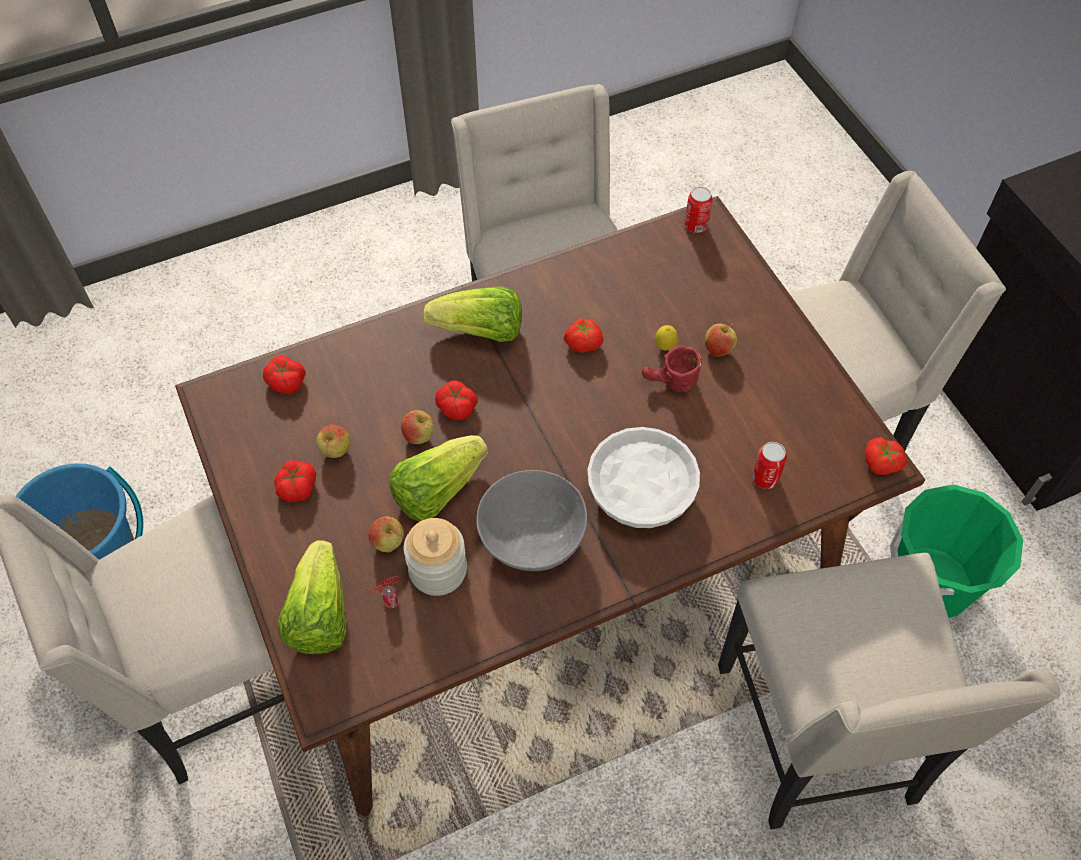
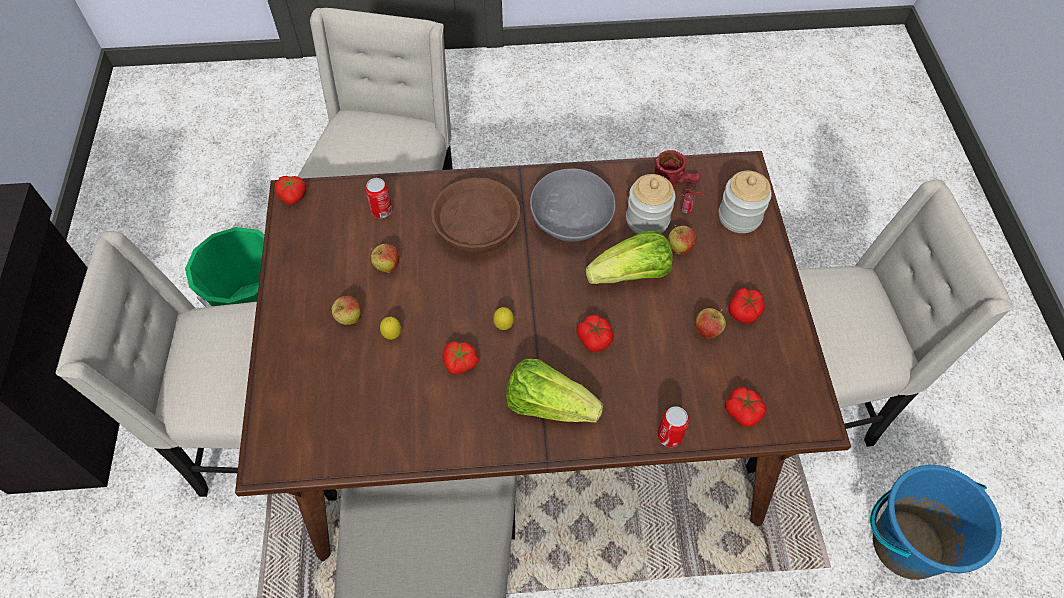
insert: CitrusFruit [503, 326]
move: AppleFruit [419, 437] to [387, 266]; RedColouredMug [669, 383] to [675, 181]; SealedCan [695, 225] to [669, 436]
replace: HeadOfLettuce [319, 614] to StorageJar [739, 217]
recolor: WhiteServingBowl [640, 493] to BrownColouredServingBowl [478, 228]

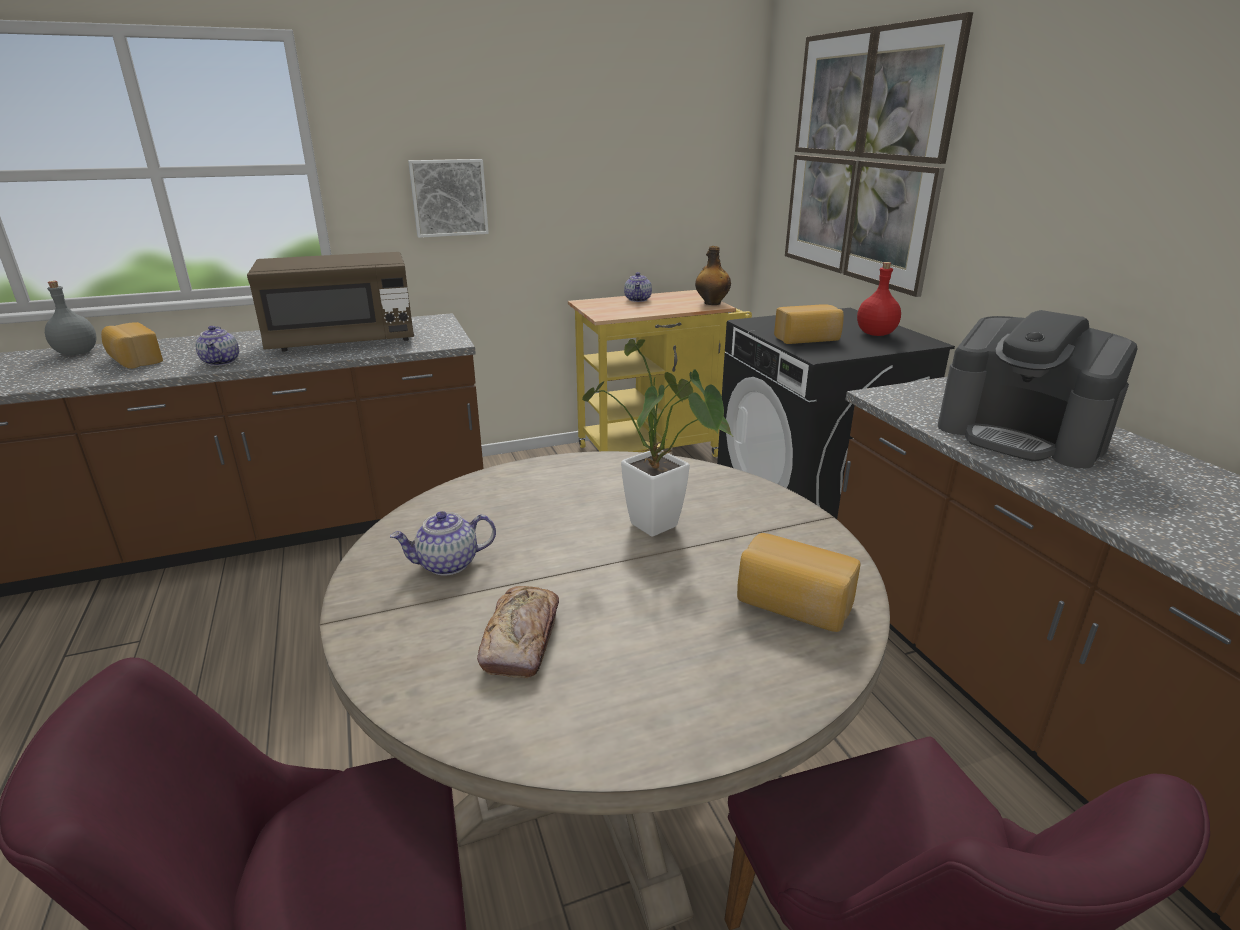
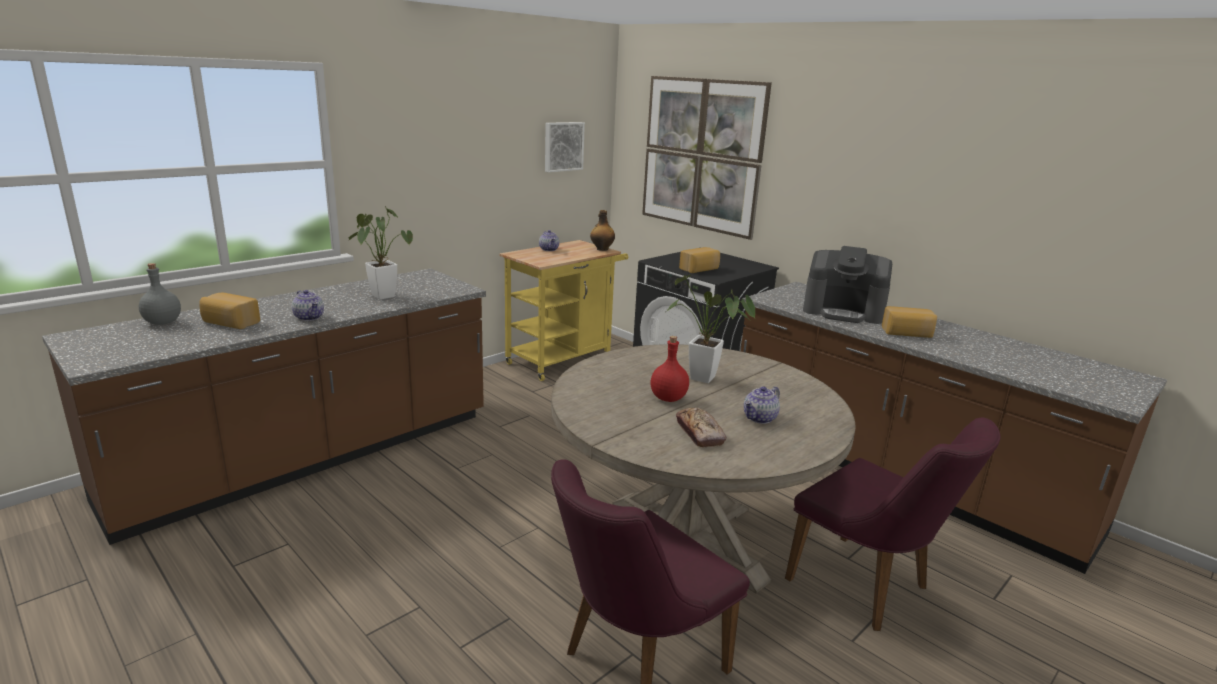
move: Picture [449, 197] to [563, 146]; RedColouredDrinkBottle [875, 334] to [668, 398]; PotForTea [447, 564] to [760, 418]; Bread [792, 606] to [907, 333]
replace: BrownColouredMicrowave [343, 341] to Houseplant [381, 295]

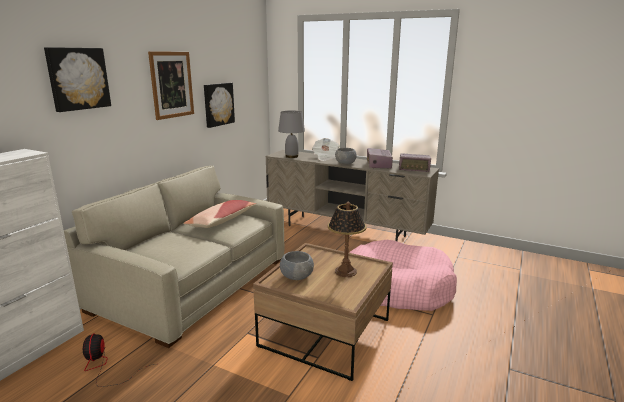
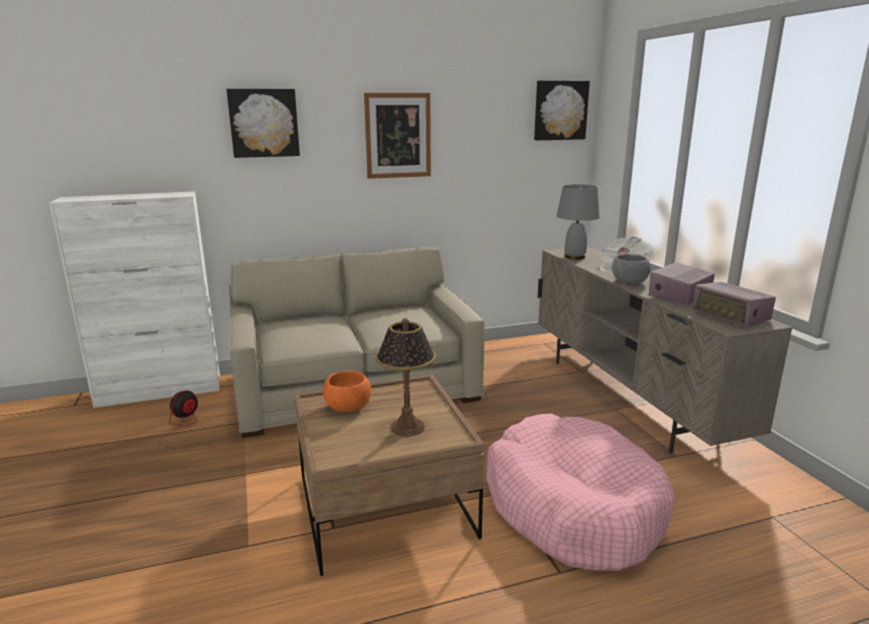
delete: Cushion [221, 221]
move: Picture [218, 104] to [560, 110]
recolor: GreyServingBowl [296, 276] to OrangeServingBowl [347, 407]

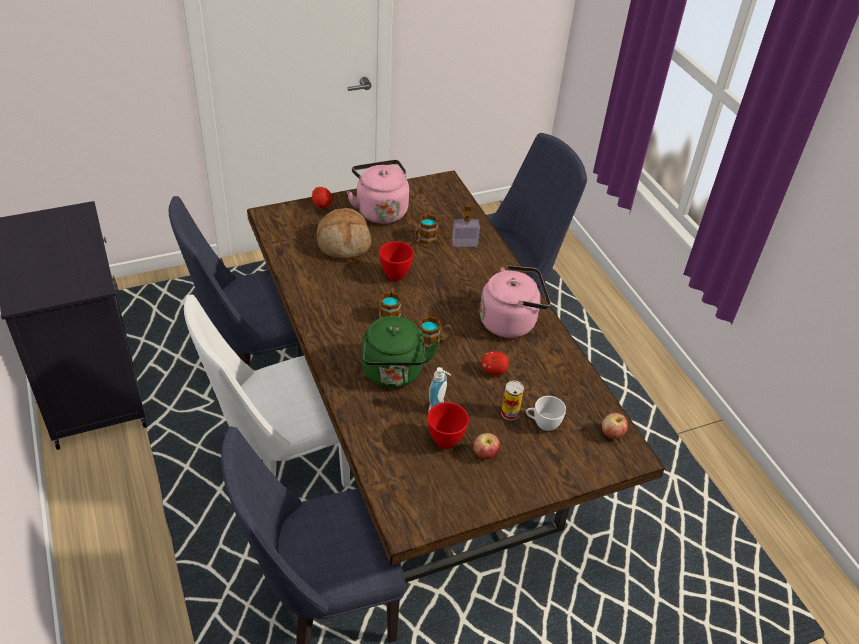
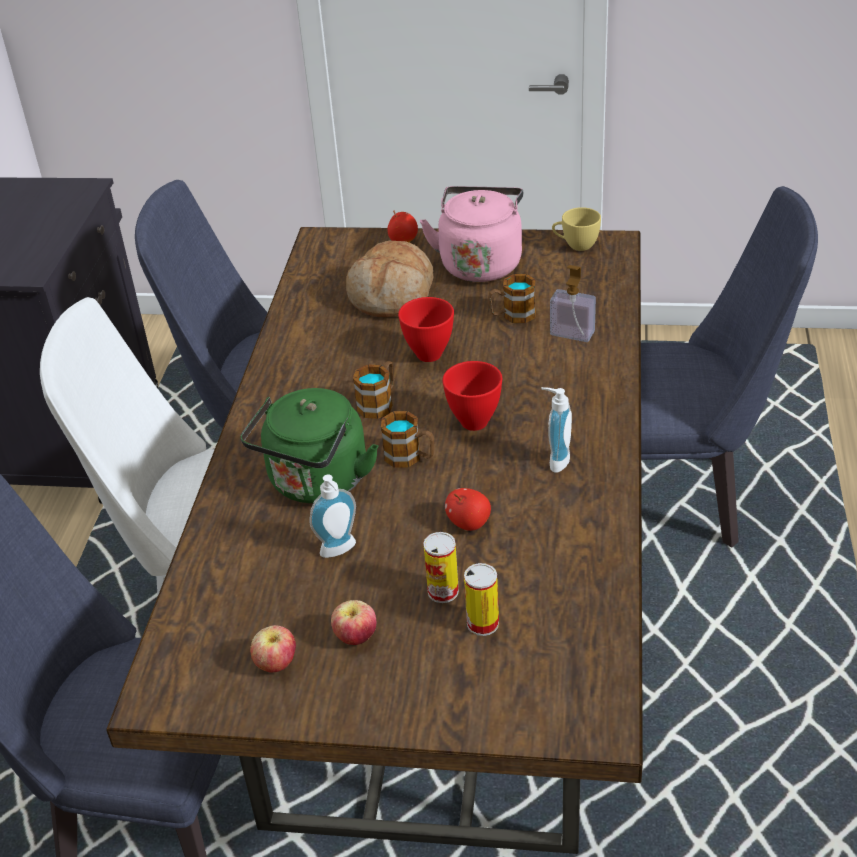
insert: YellowCup [576, 245]
move: AppleFruit [612, 434] to [276, 664]; RedColouredServingBowl [446, 442] to [474, 423]
replace: WhiteCup [542, 423] to SealedCan [482, 623]; PinkishTeaKettle [511, 321] to SoapBottle [555, 460]

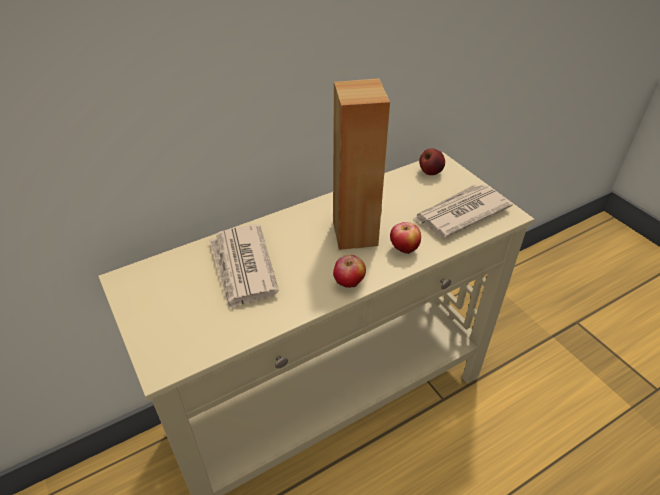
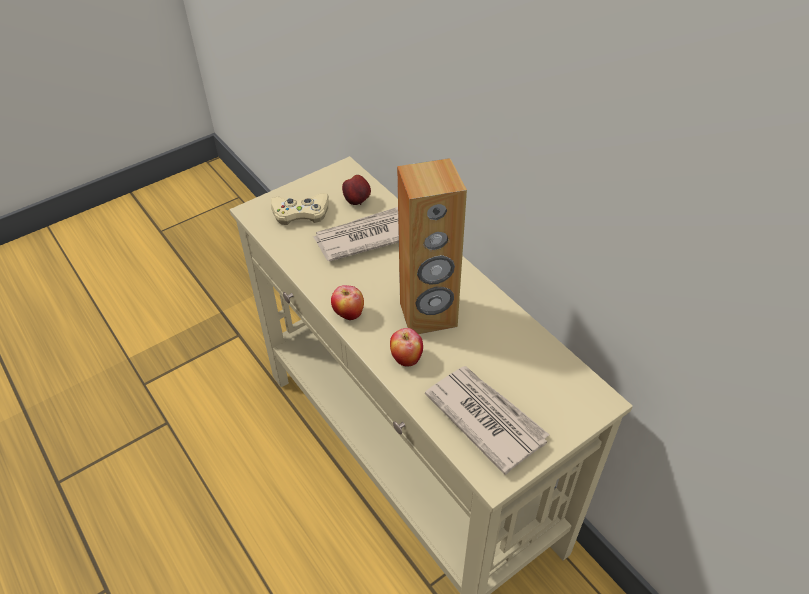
insert: SandColouredGamepad [300, 213]
move: AppleFruit [430, 172] to [357, 201]

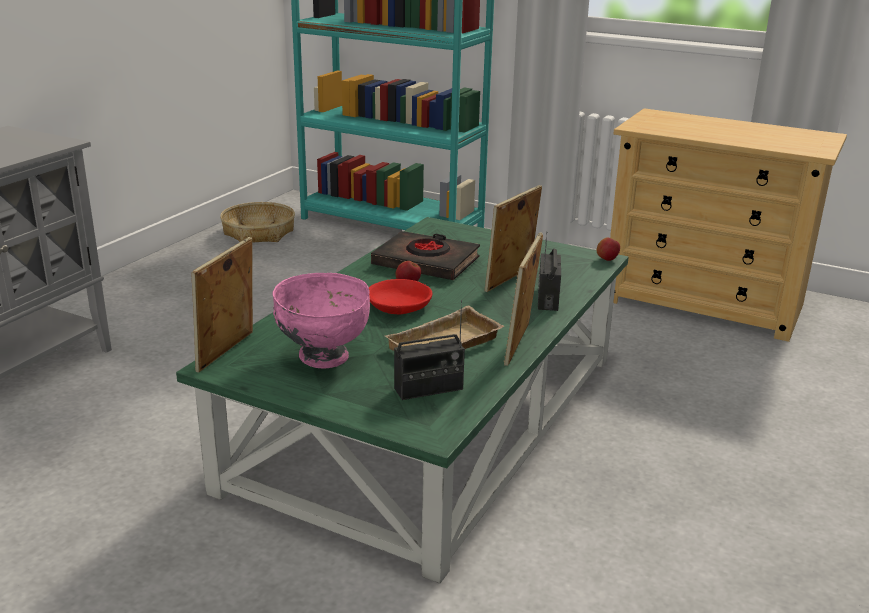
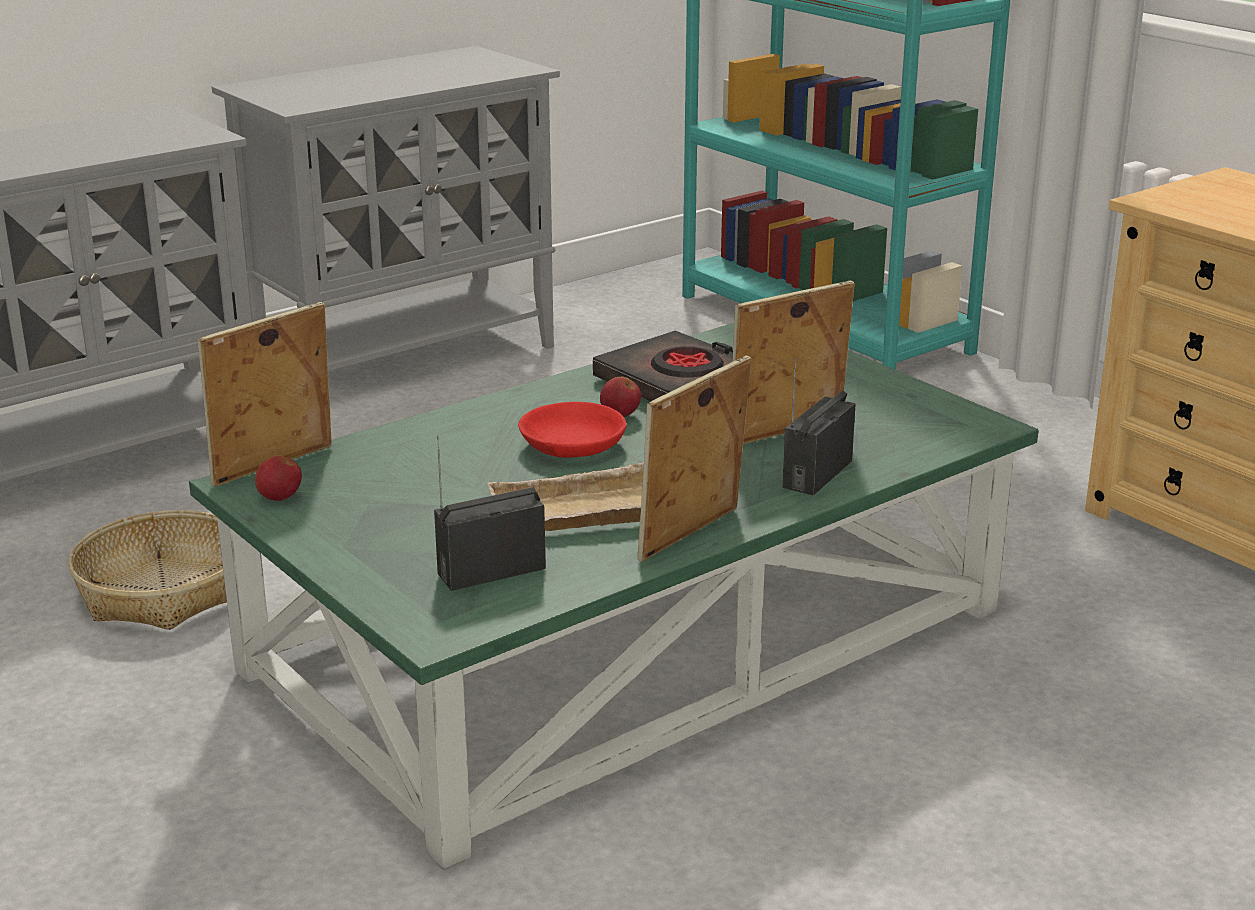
delete: PinkishServingBowl [323, 357]
insert: GreyCupboard [408, 358]
move: Basket [258, 232] to [163, 591]; AppleFruit [607, 259] to [280, 498]
rotate: RadioSet [428, 389] = [491, 571] 150 degrees clockwise

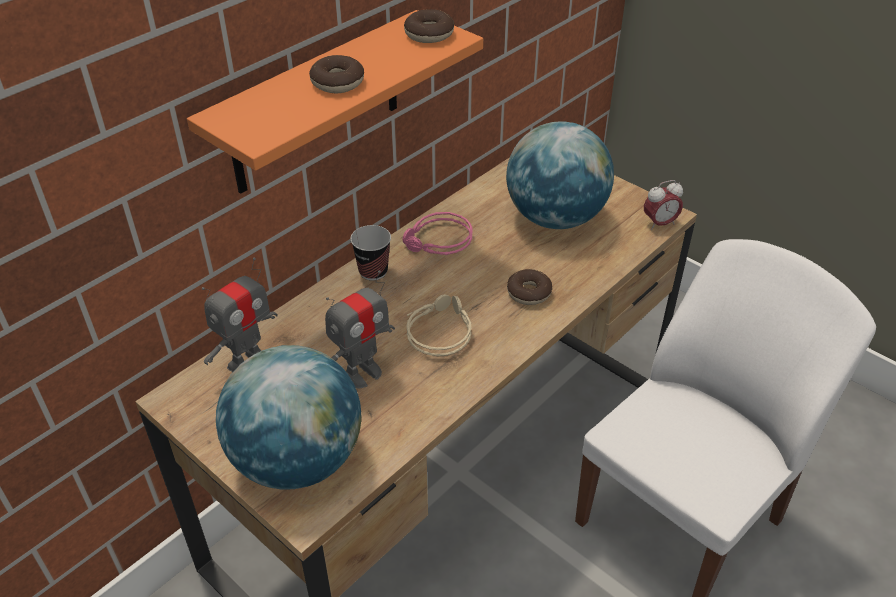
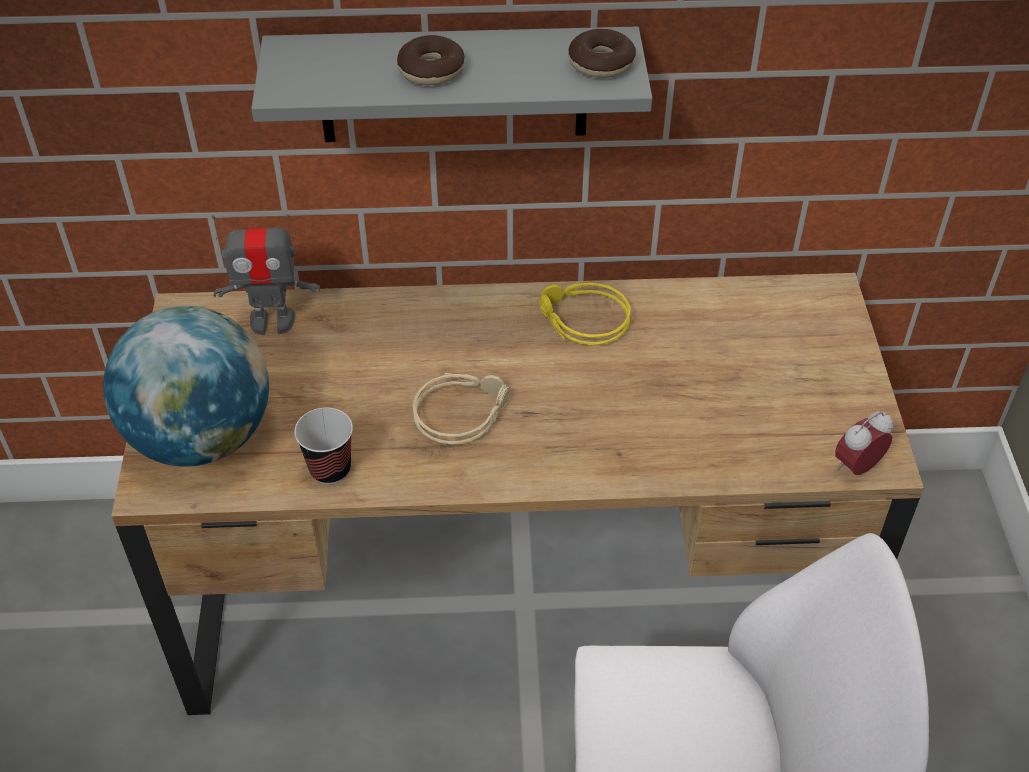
delete: ToyRobot [361, 373]; WorldGlobe [555, 218]; Donut [529, 293]
move: Cup [373, 271] to [330, 469]
recolor: OrangeWallShelf [316, 104] to GreyWallShelf [453, 85]; PinkishPairOfHeadphones [438, 242] to YellowPairOfHeadphones [582, 321]
rotate: TableClock [659, 224] = [857, 467] 120 degrees clockwise

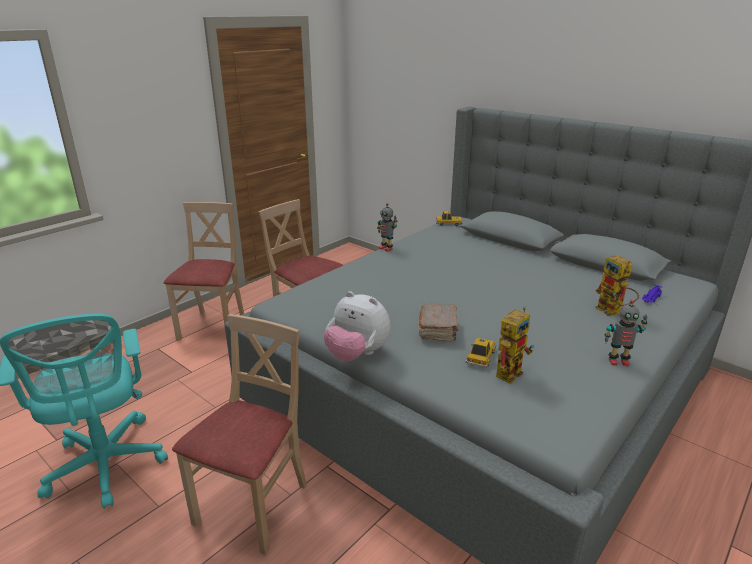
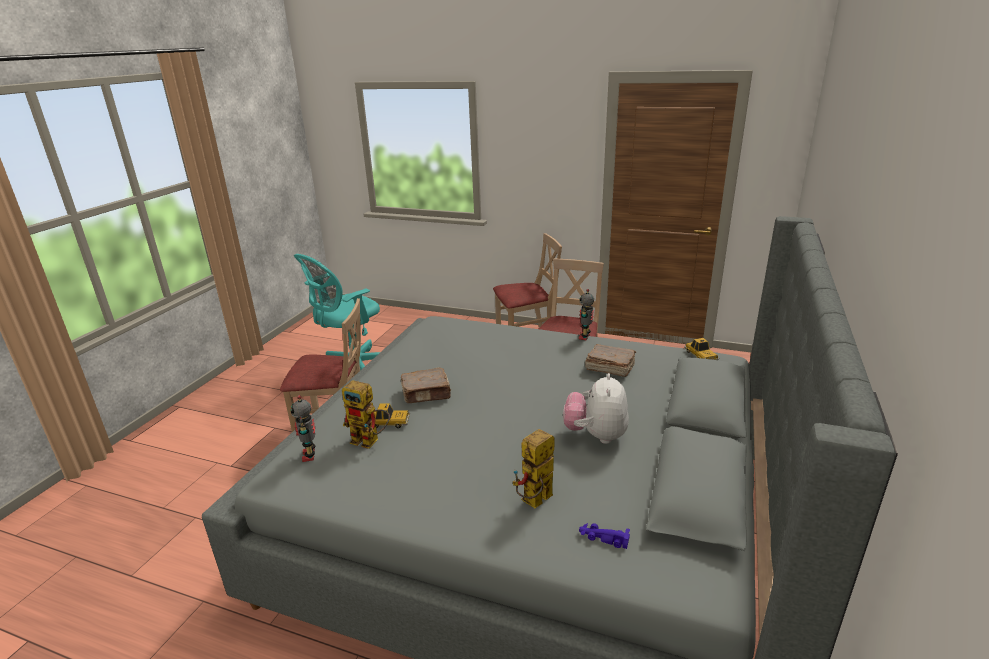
insert: BrownColouredBoundBook [609, 368]
move: ToyRobot [618, 361] to [310, 455]; CuddlyToy [357, 355] to [596, 435]

